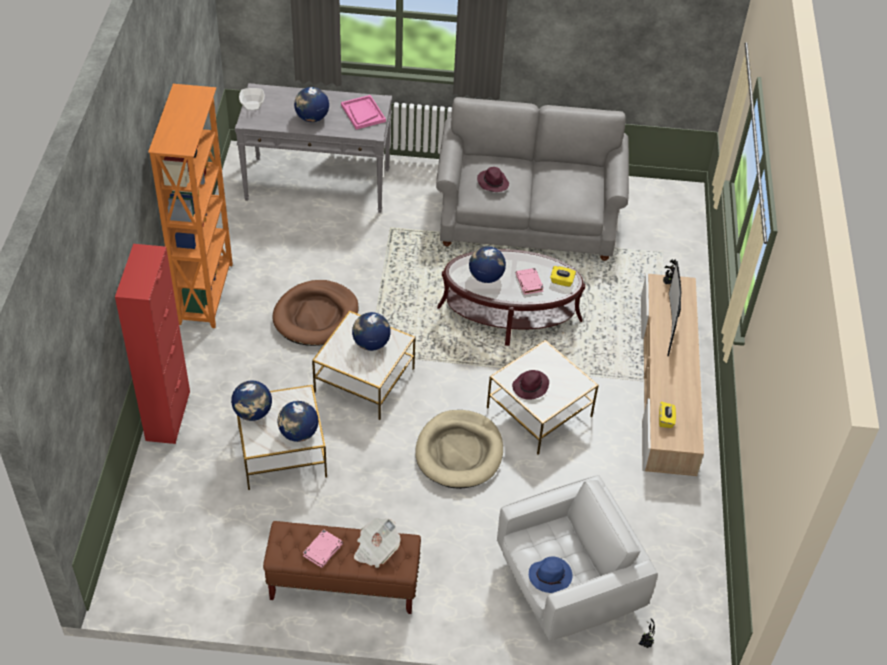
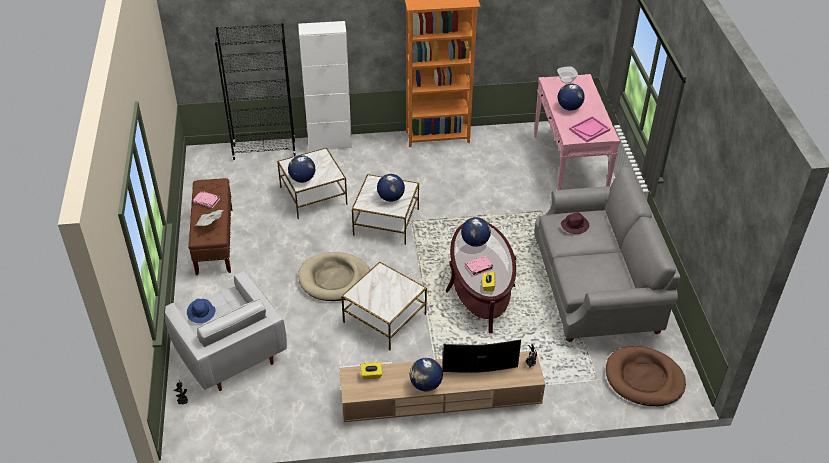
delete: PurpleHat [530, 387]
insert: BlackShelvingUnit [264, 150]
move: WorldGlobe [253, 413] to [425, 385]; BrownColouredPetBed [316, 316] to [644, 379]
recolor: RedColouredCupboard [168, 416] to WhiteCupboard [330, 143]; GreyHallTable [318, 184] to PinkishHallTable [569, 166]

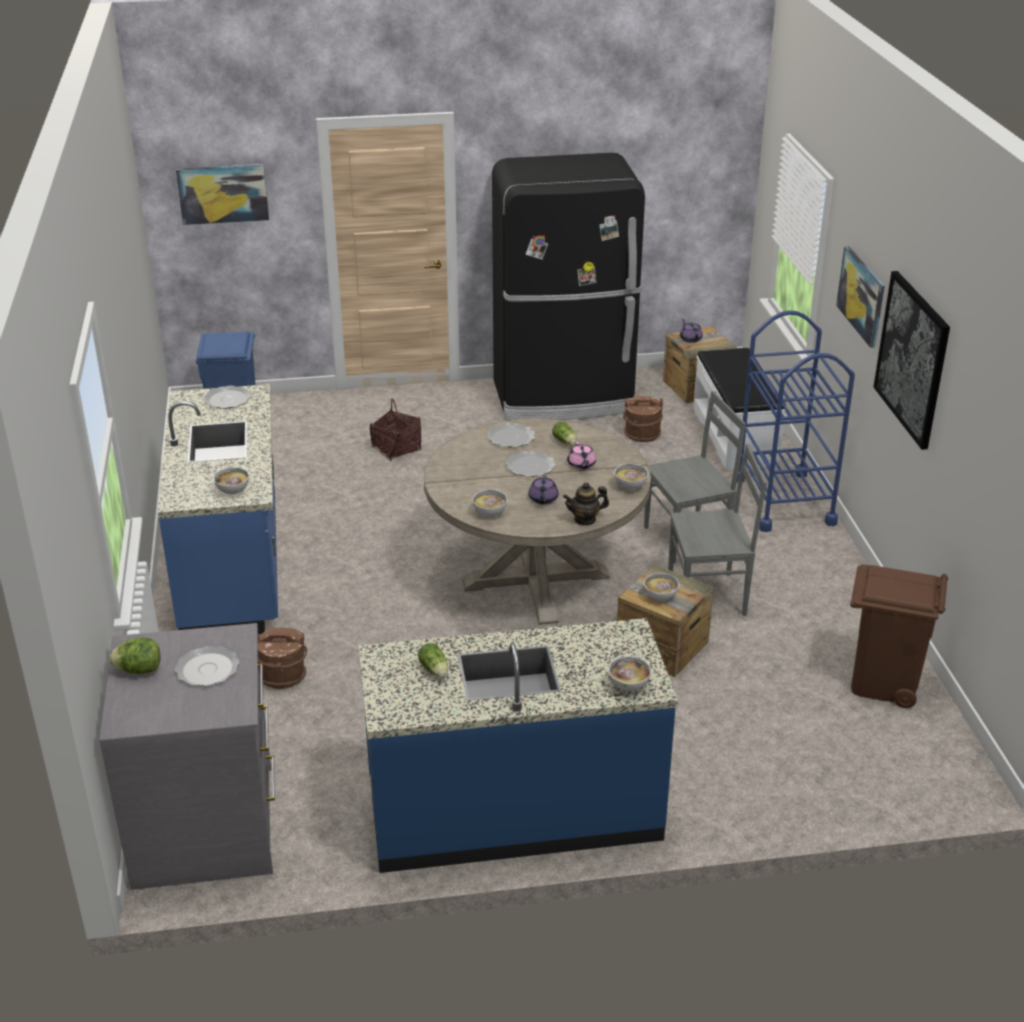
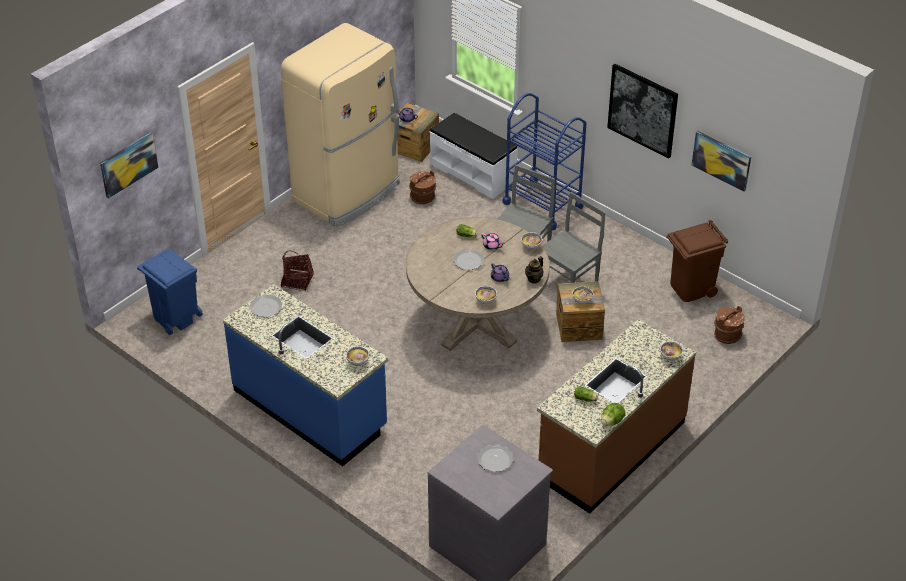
delete: FlatDish [511, 437]
move: HeadOfLettuce [139, 670] to [612, 421]; Picture [861, 296] to [721, 160]; BrownColouredPail [283, 675] to [727, 335]
recolor: BlackKitchenFridge [564, 397] to SandColouredKitchenFridge [348, 192]; BlueCounter [514, 812] to BrownColouredCounter [610, 449]

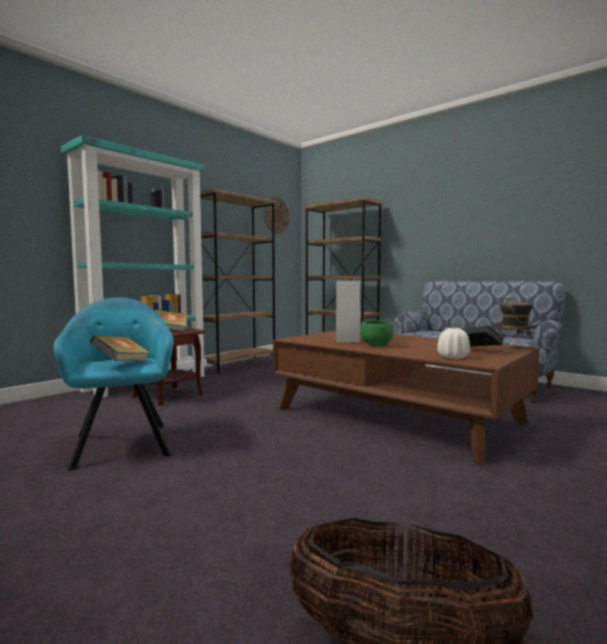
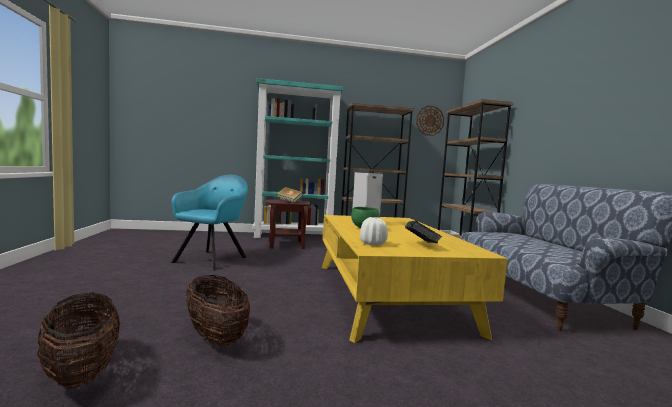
delete: BoundBook [121, 364]; Hat [514, 348]
insert: Basket [216, 336]
recolor: BrownColouredLowTable [397, 415] to YellowLowTable [387, 295]

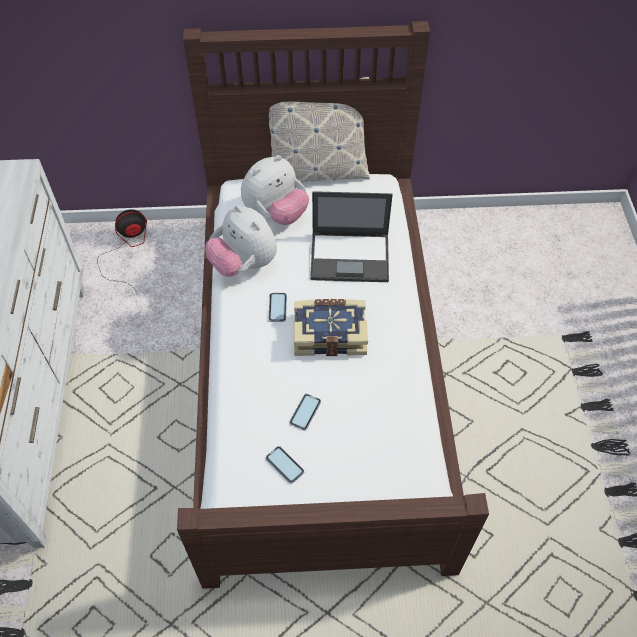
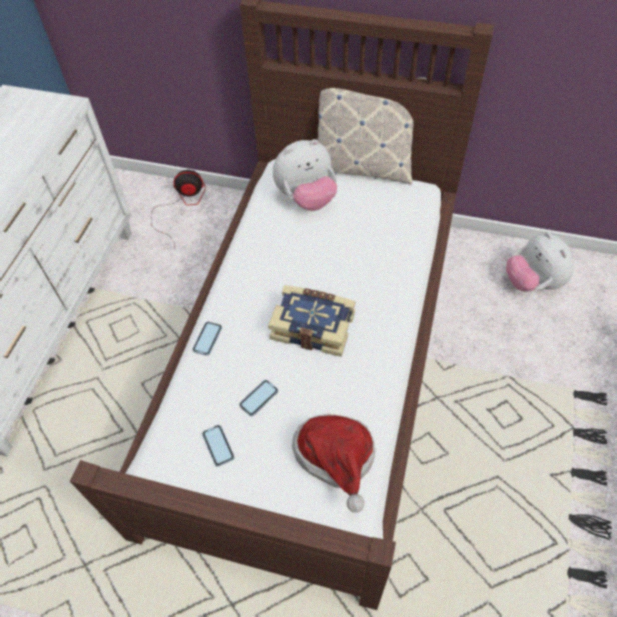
delete: PortableComputer [351, 257]
insert: Hat [336, 460]
move: Phone [277, 308] to [207, 339]; CuddlyToy [244, 264] to [532, 282]

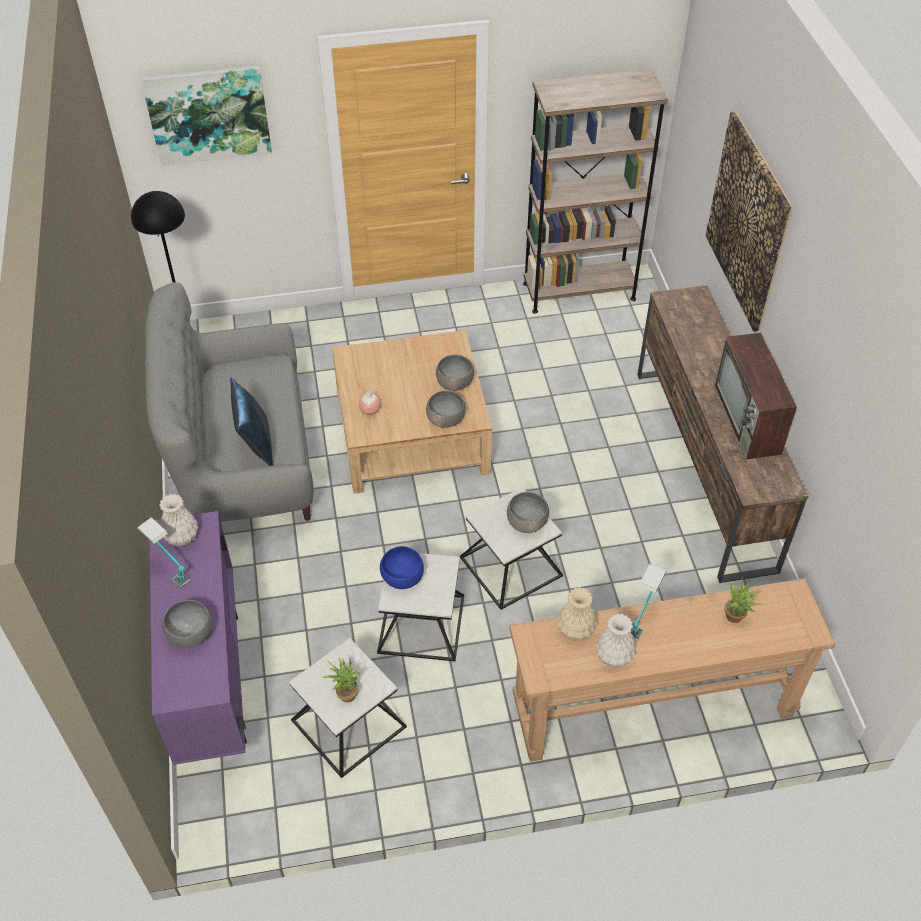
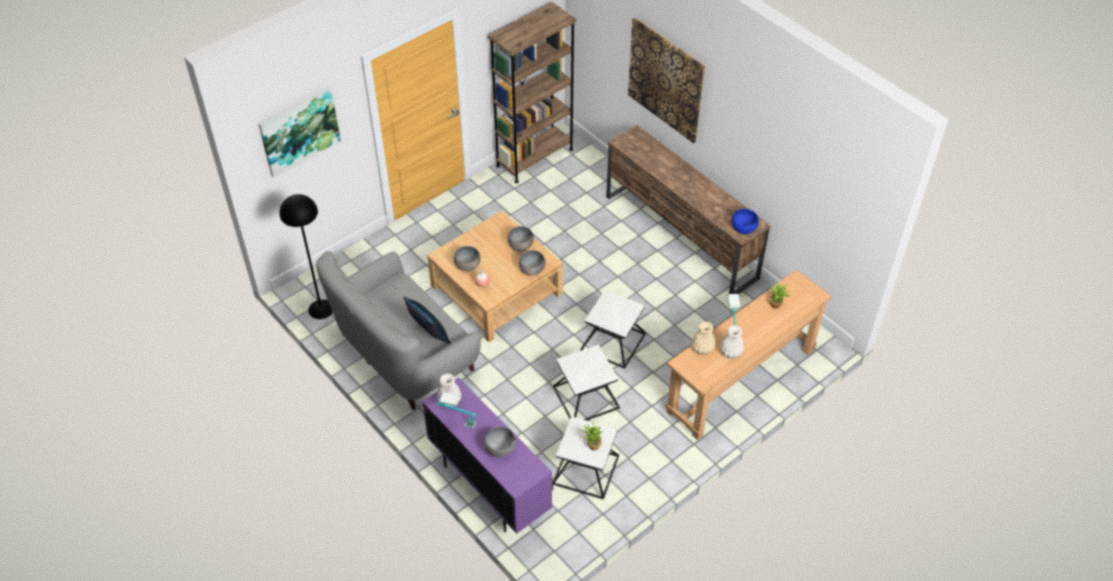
delete: Television [748, 420]
move: GreyServingBowl [526, 522] to [467, 265]; BlueServingBowl [402, 577] to [743, 228]

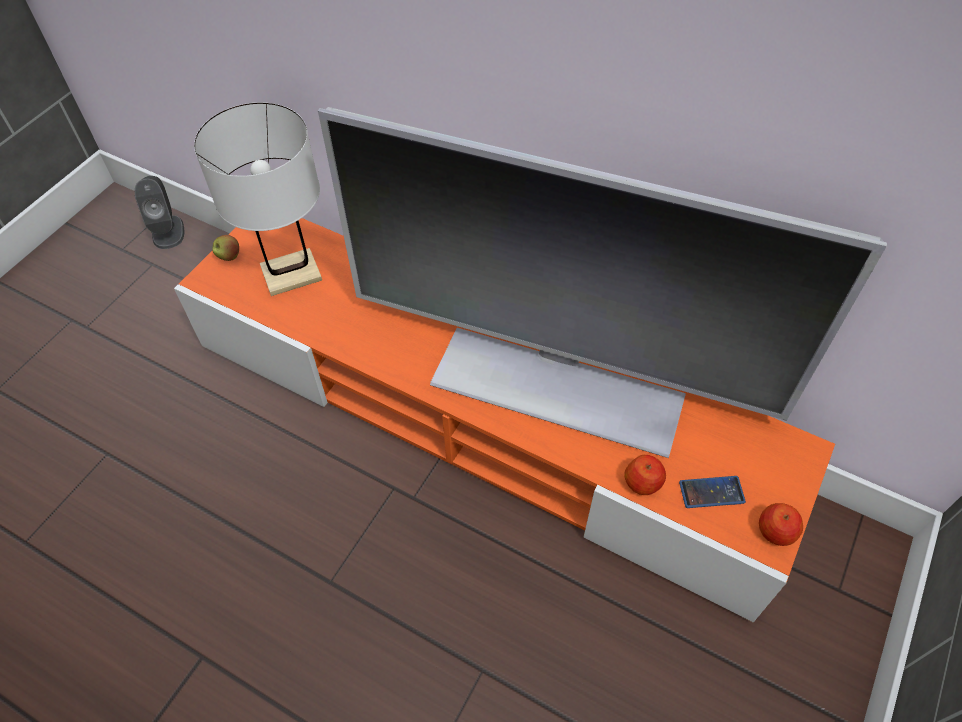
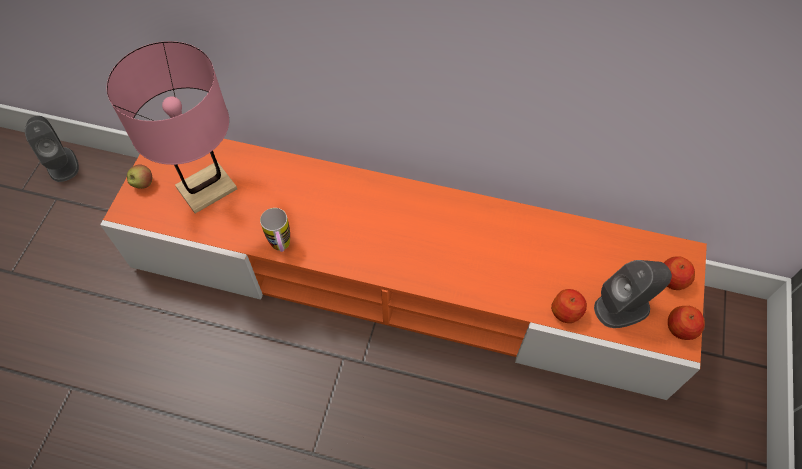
delete: Television [557, 385]
insert: Mug [282, 248]; AppleFruit [672, 280]
replace: Phone [711, 492] to GreySpeaker [622, 307]
recolor: WhiteLampForATable [291, 274] to PinkishLampForATable [206, 188]

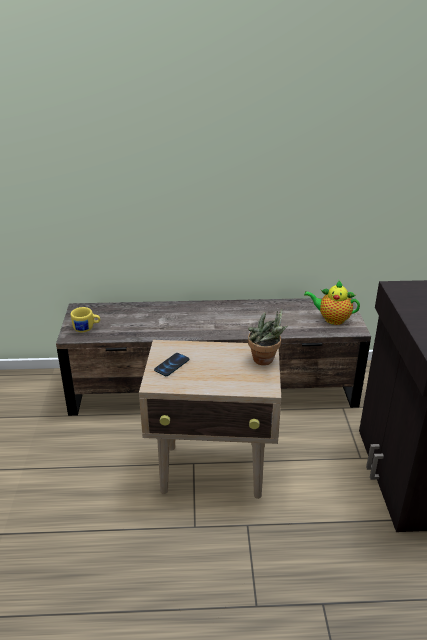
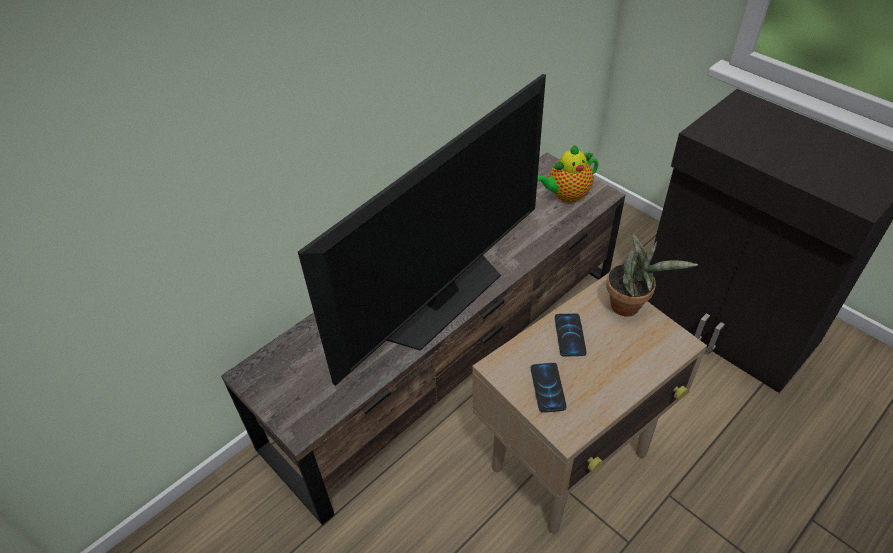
delete: YellowMug [87, 328]
insert: Television [442, 298]; Phone [570, 335]

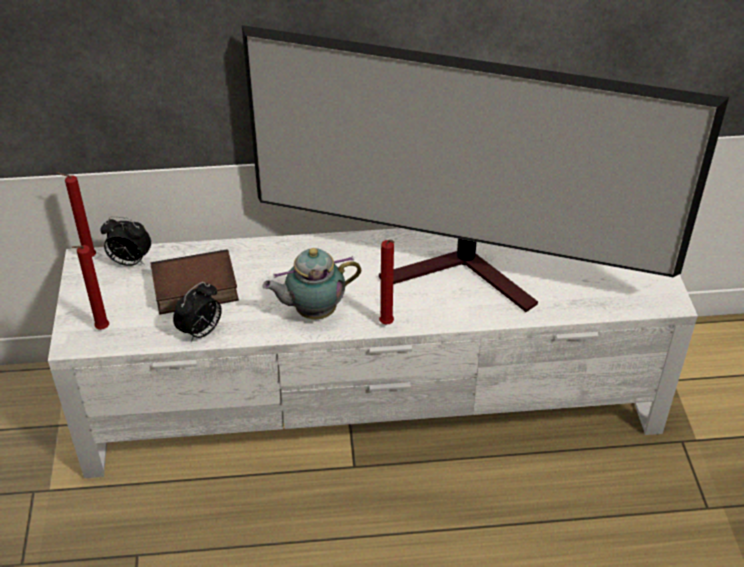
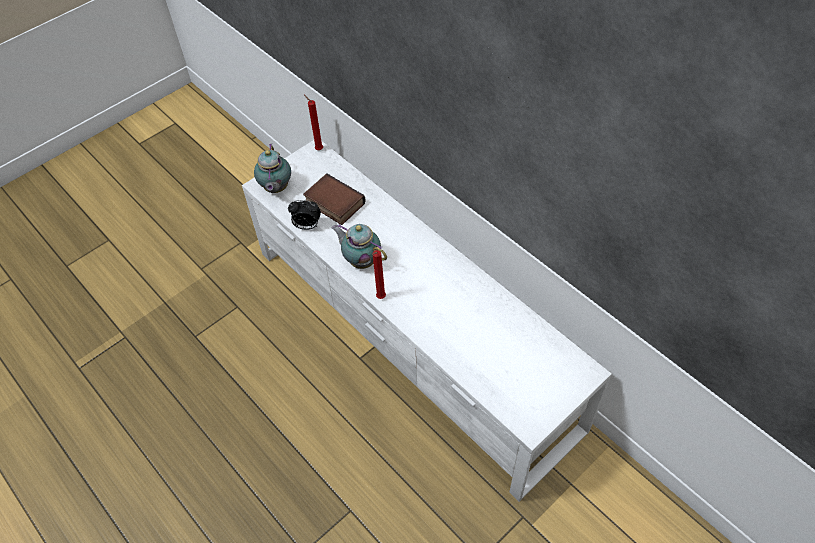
delete: TableClock [129, 262]; Television [466, 275]
replace: RedColouredWaxLight [101, 330] to PotForTea [276, 189]

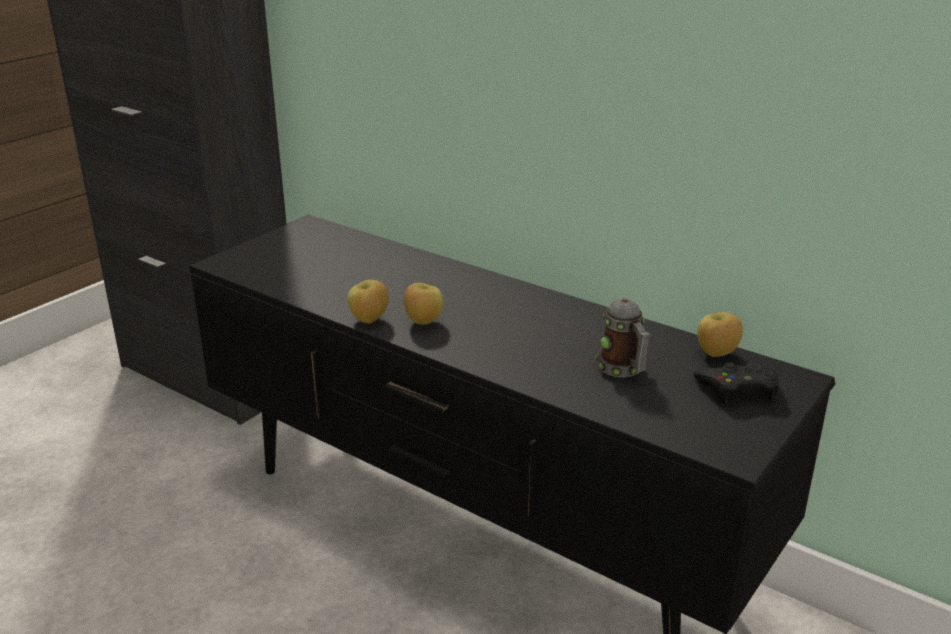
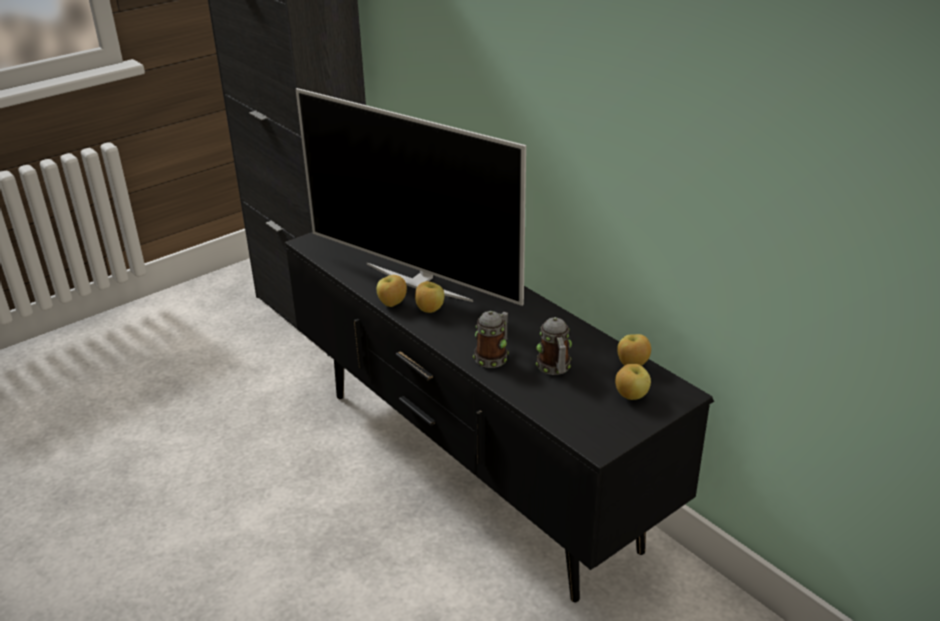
insert: Television [419, 281]; Mug [493, 356]
replace: BlackGamepad [738, 389] to AppleFruit [631, 396]

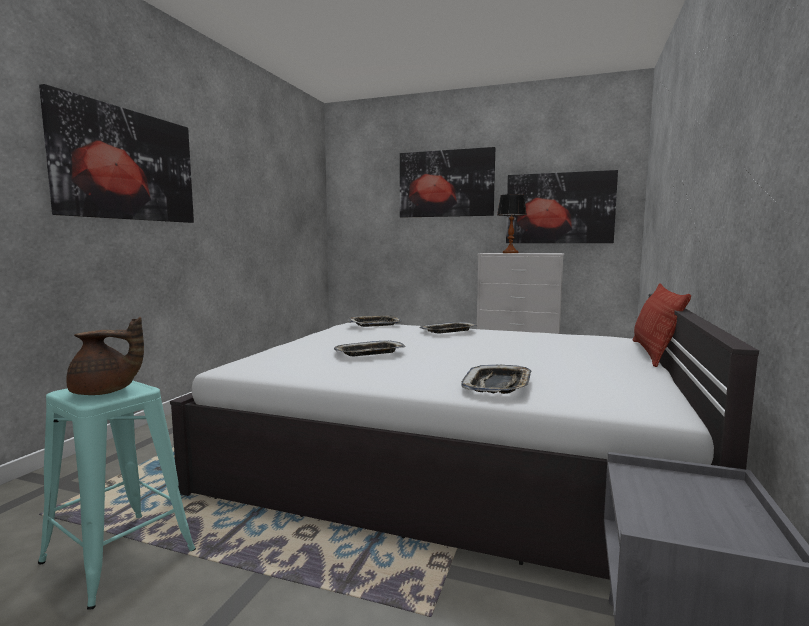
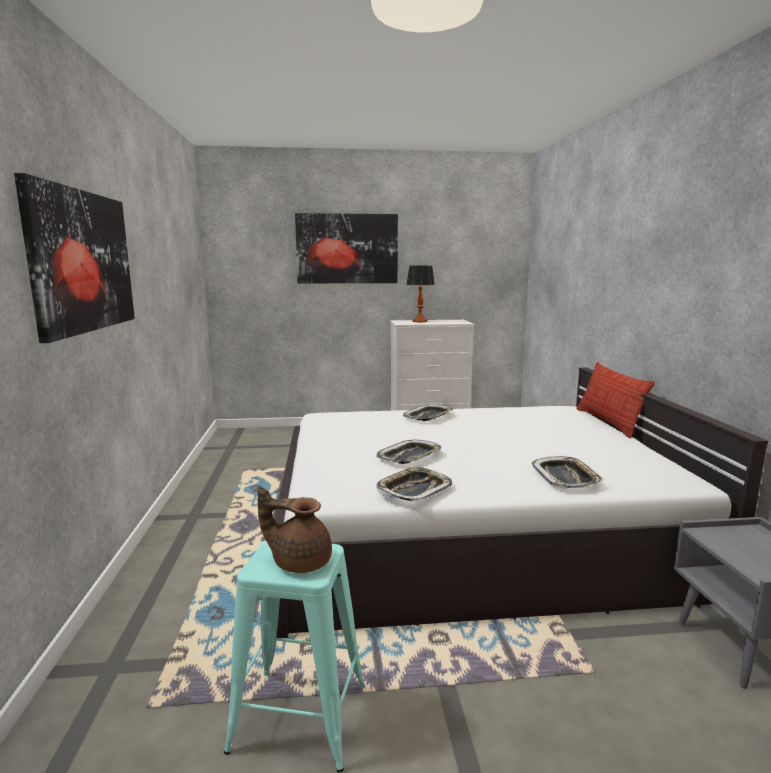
delete: Picture [559, 208]
move: ServingTray [374, 324] to [414, 489]
rotate: BrownColouredPotForTea [105, 392] = [299, 561] 135 degrees counterclockwise

